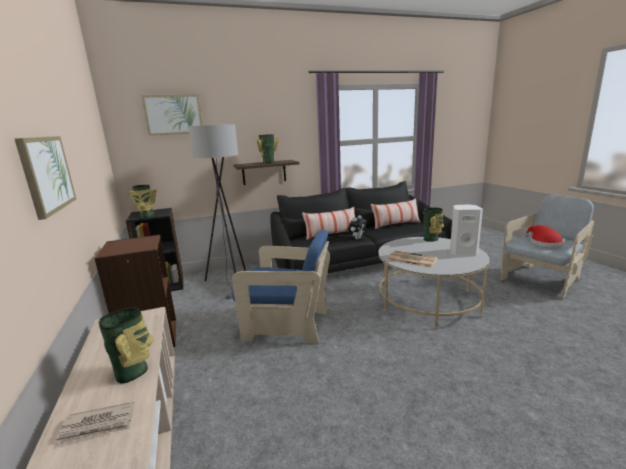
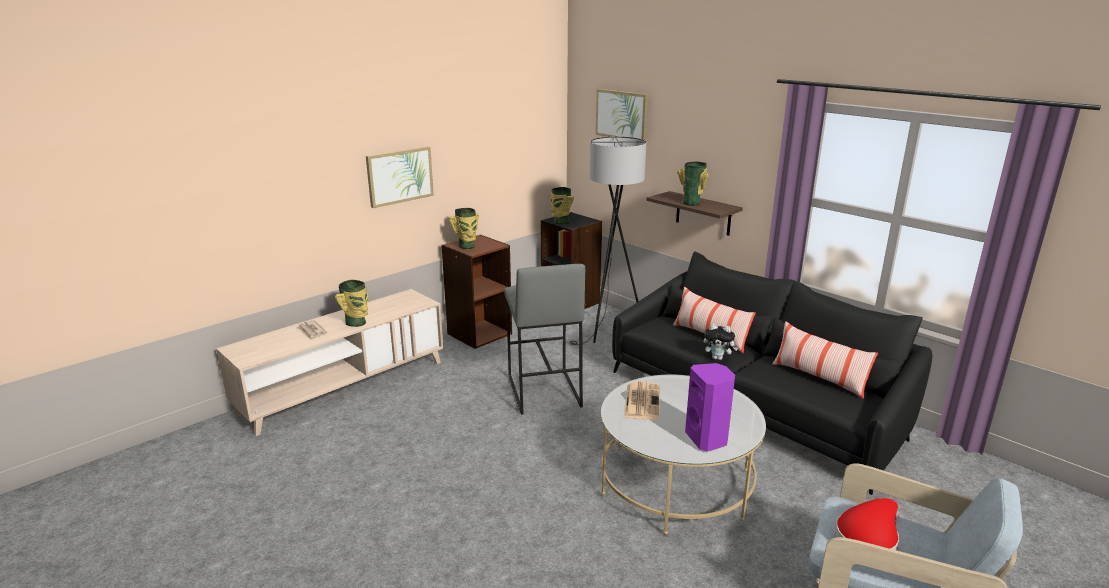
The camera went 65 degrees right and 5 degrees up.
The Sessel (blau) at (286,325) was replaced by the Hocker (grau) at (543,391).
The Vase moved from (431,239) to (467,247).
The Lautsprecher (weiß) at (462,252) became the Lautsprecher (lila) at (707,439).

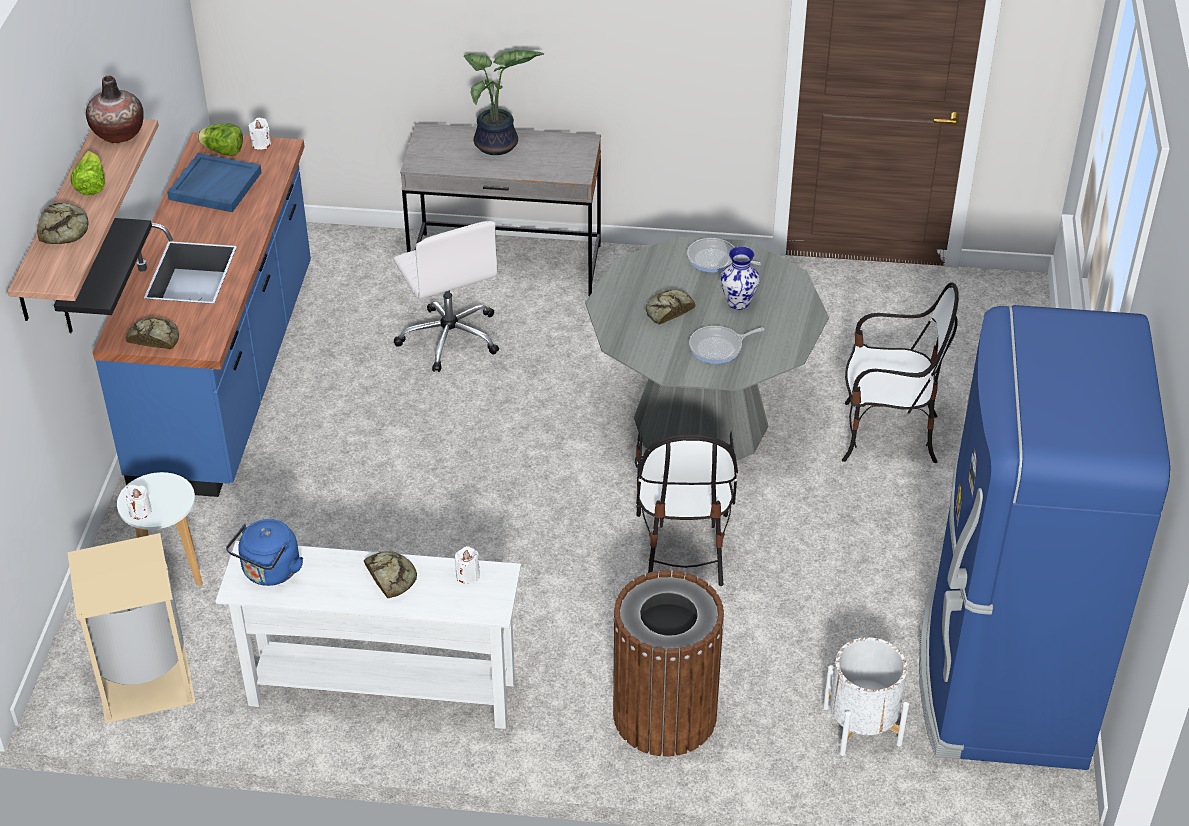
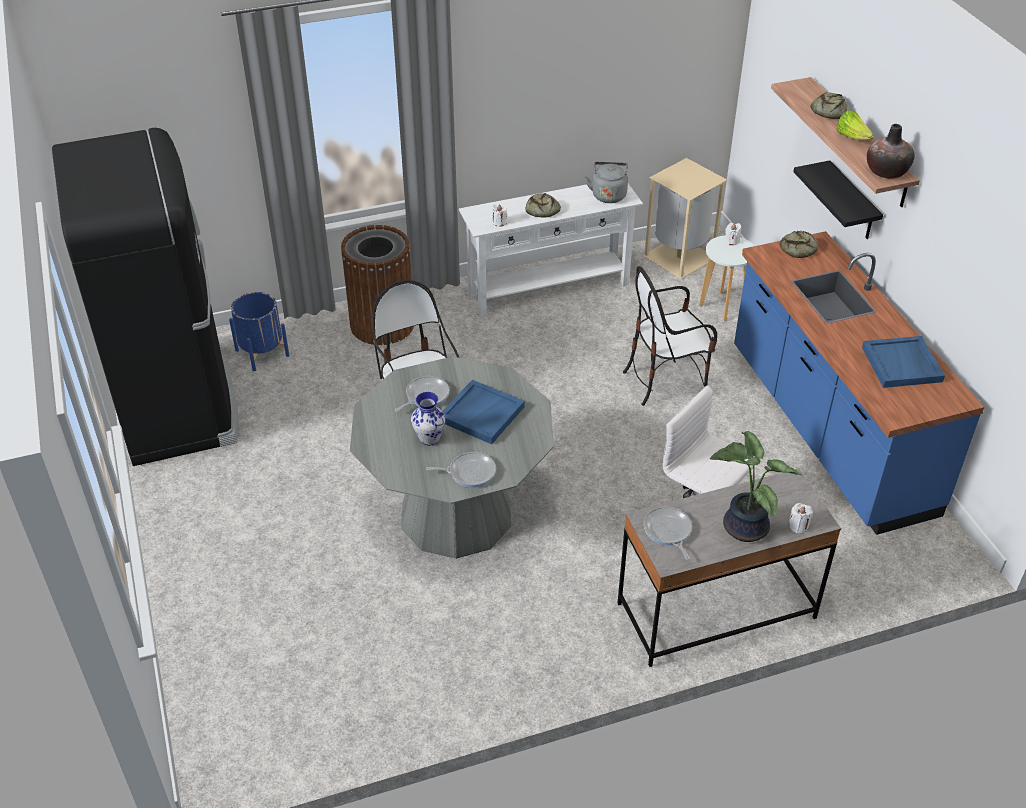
The camera went 155 degrees right and 0 degrees up.
The Salatkopf at (223,151) disappeared.
The Wasserkessel (blau) at (269,572) became the Wasserkessel (grau) at (608,194).
The Kerze (weiß) moved from (261,144) to (798,526).
The Brot at (668,310) was replaced by the Tablett (blau) at (481,413).
The Pflanzkübel (weiß) at (862,726) became the Pflanzkübel (blau) at (262,353).
The Stuhl moved from (887,435) to (666,381).
The Kühlschrank (blau) at (1001,678) became the Kühlschrank (schwarz) at (178,404).
The Pfanne at (668,531) appeared.

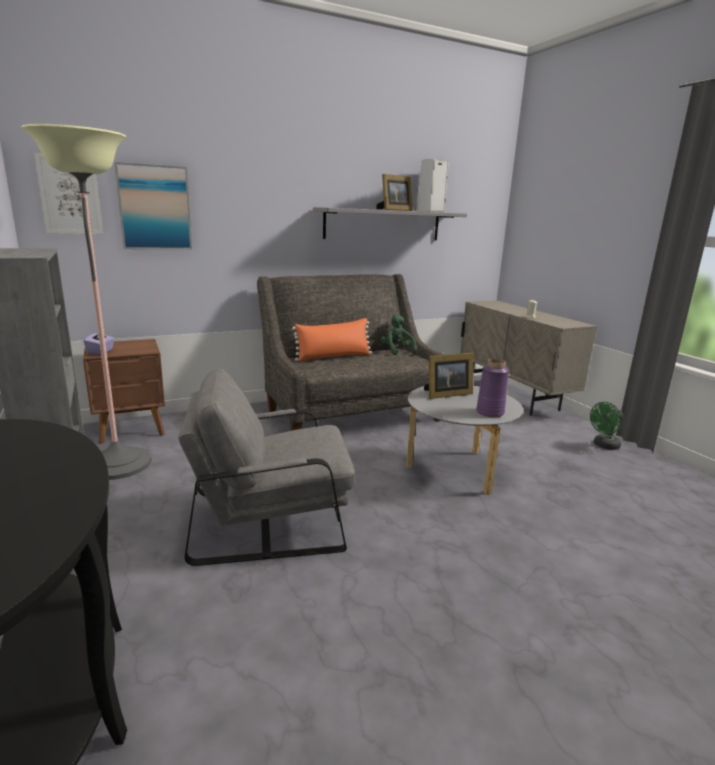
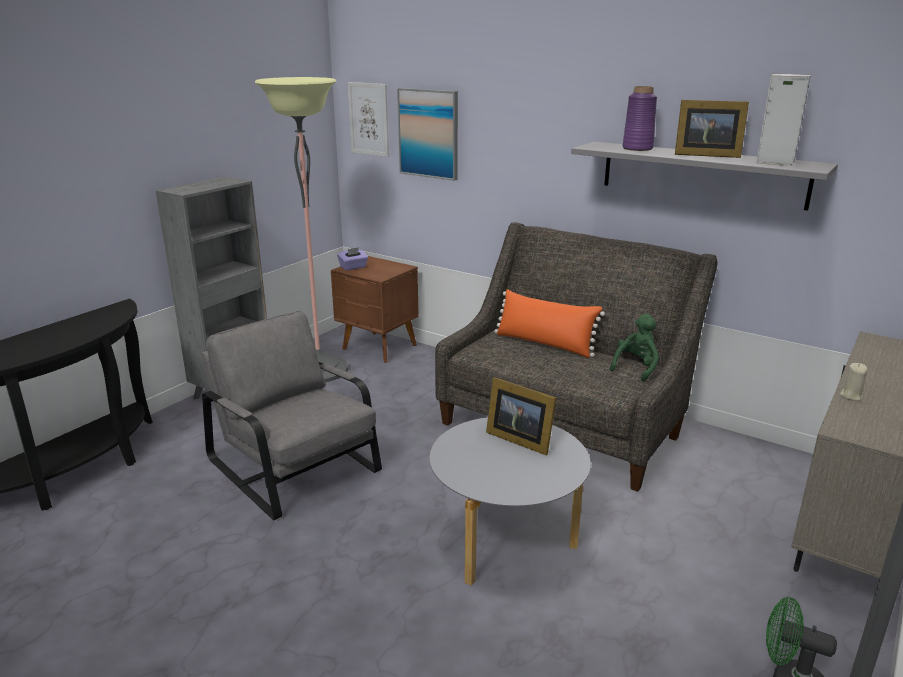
The camera went 60 degrees right and 5 degrees up.
The Vase (lila) moved from (489,412) to (637,148).

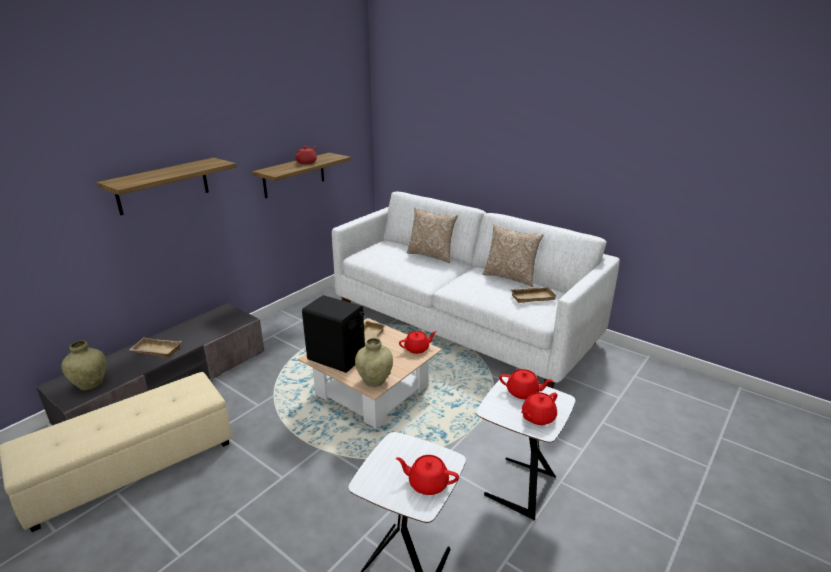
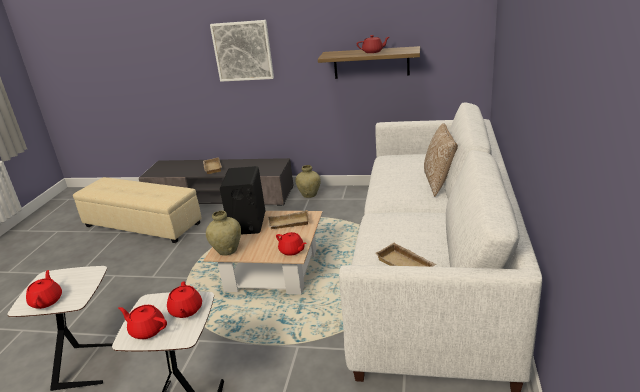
The camera went 65 degrees right and 0 degrees up.
The Vase (beige) moved from (91,384) to (309,195).
The Wandregal at (163,186) was replaced by the Bild at (243,51).
The Kissen at (510,277) disappeared.

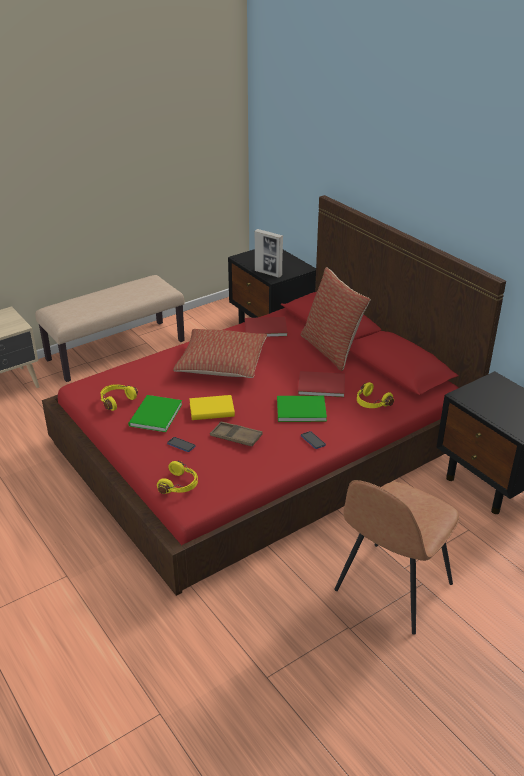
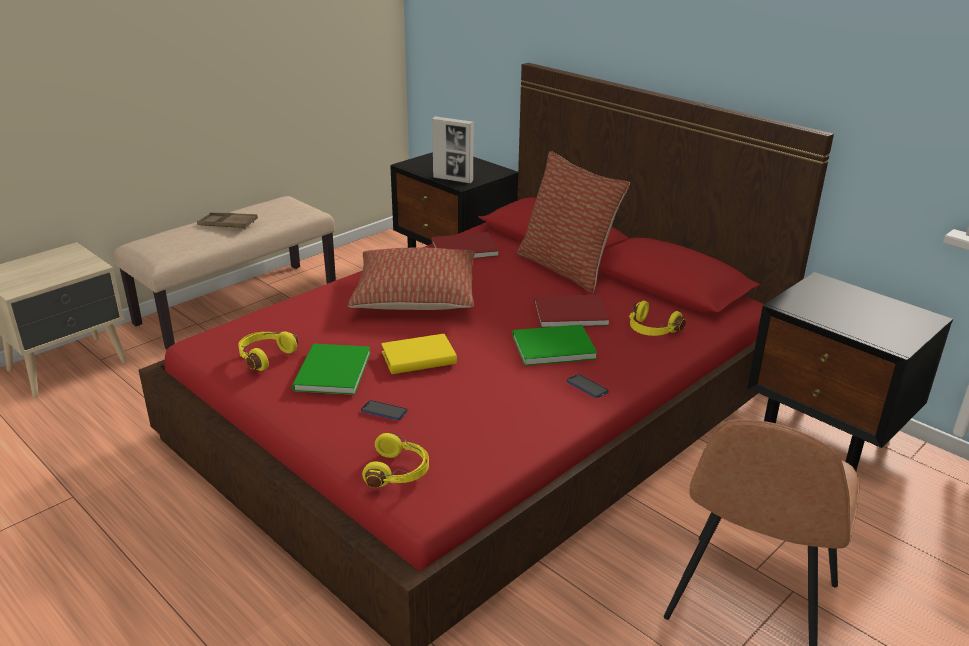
The camera went 10 degrees left and 5 degrees down.
The Tablett (braun) moved from (236,437) to (228,224).

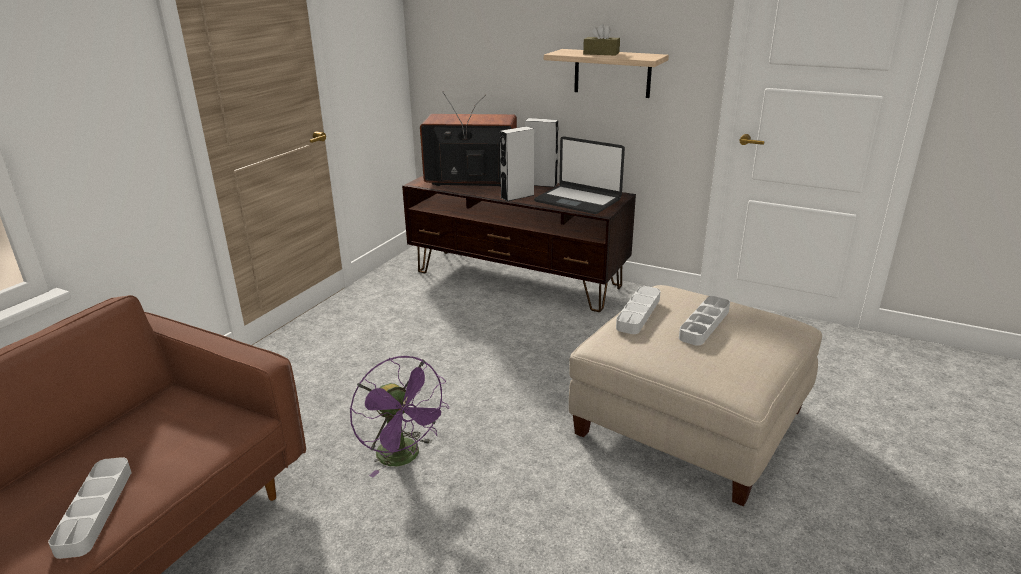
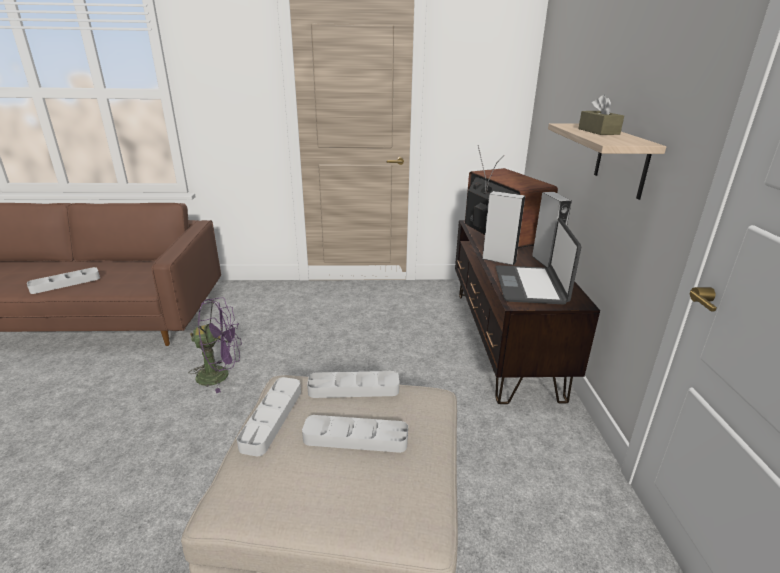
The camera went 60 degrees right and 0 degrees up.
The Ventilator (lila) at (404,457) turned 120 degrees counterclockwise.
The Tablett (grau) at (272,418) appeared.

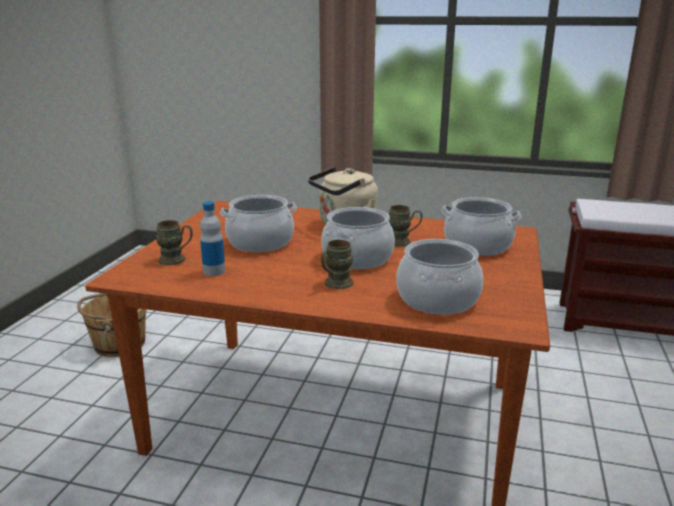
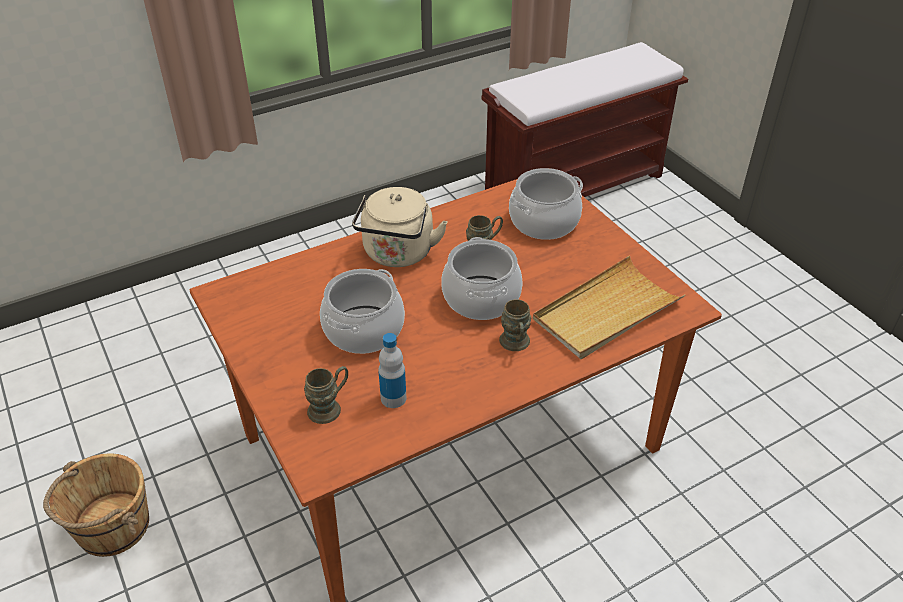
The camera went 45 degrees left and 20 degrees up.
The Kochtopf at (437,299) was replaced by the Tablett (beige) at (606,312).

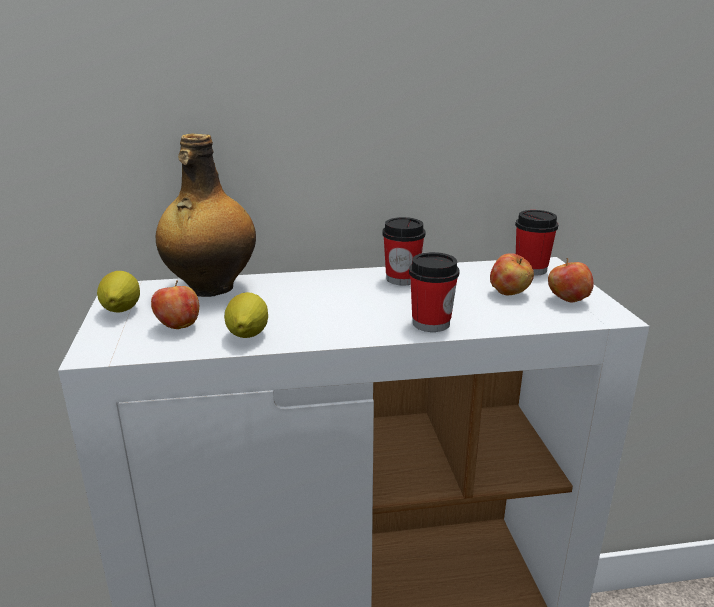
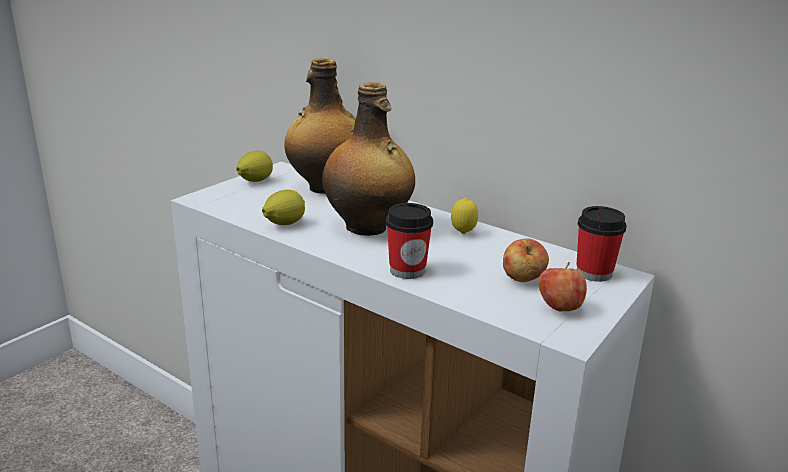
The camera went 45 degrees right and 0 degrees up.
The Apfel at (178,326) disappeared.
The Tasse at (402,279) was replaced by the Zitrone at (463,233).
The Flasche at (367,227) appeared.

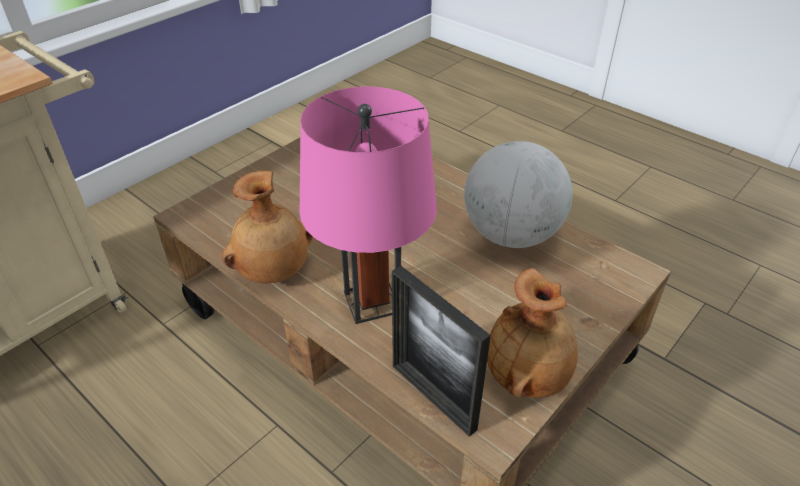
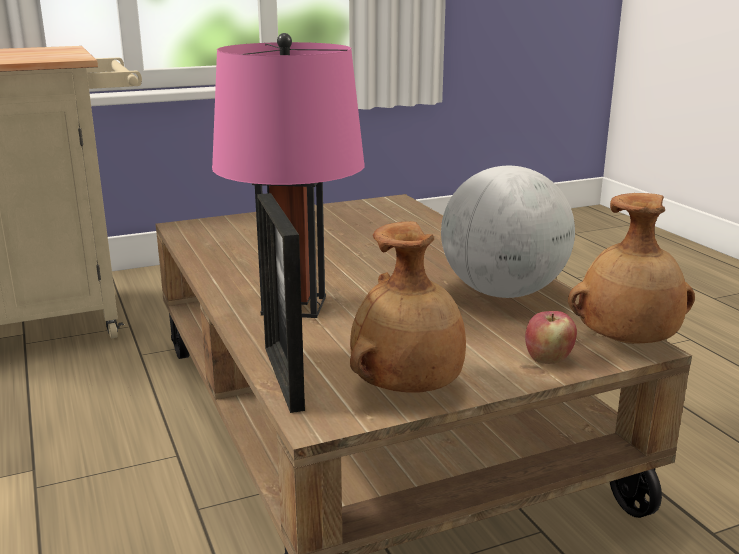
The camera went 25 degrees right and 20 degrees down.
The Vase (braun) moved from (274,271) to (627,343).
The Apfel at (548,359) appeared.

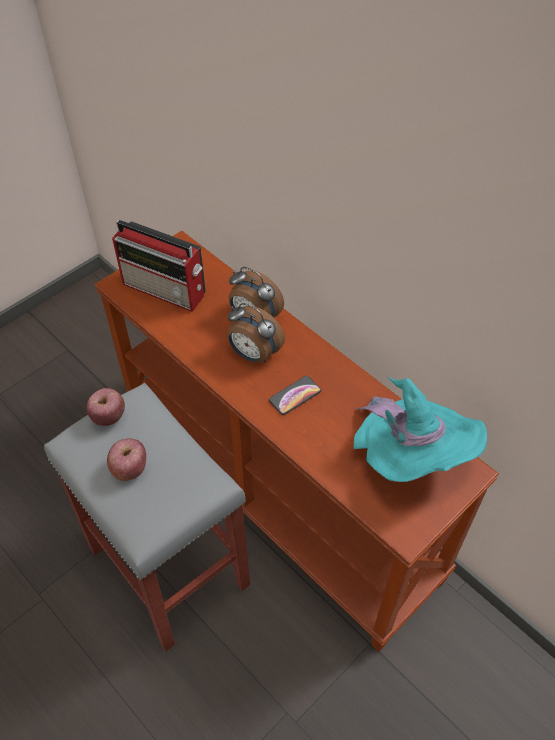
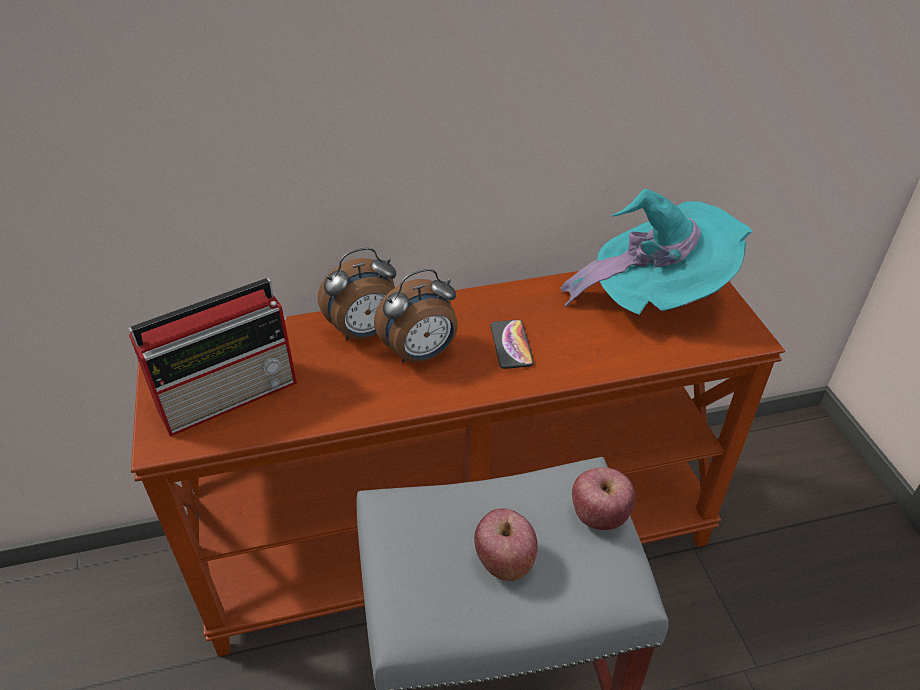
The camera went 60 degrees left and 10 degrees down.
The Apfel moved from (109,417) to (599,515).

